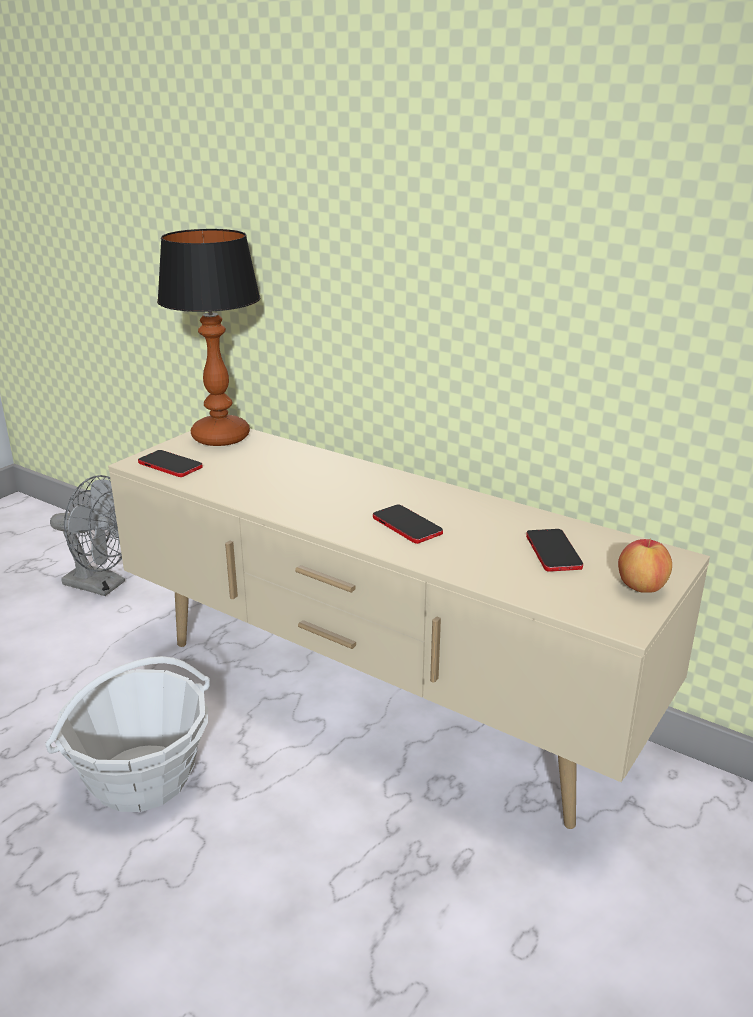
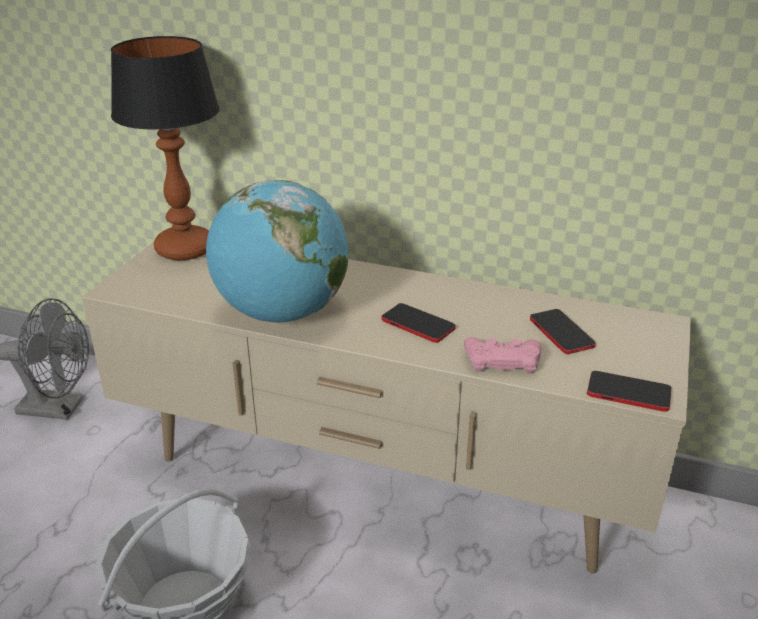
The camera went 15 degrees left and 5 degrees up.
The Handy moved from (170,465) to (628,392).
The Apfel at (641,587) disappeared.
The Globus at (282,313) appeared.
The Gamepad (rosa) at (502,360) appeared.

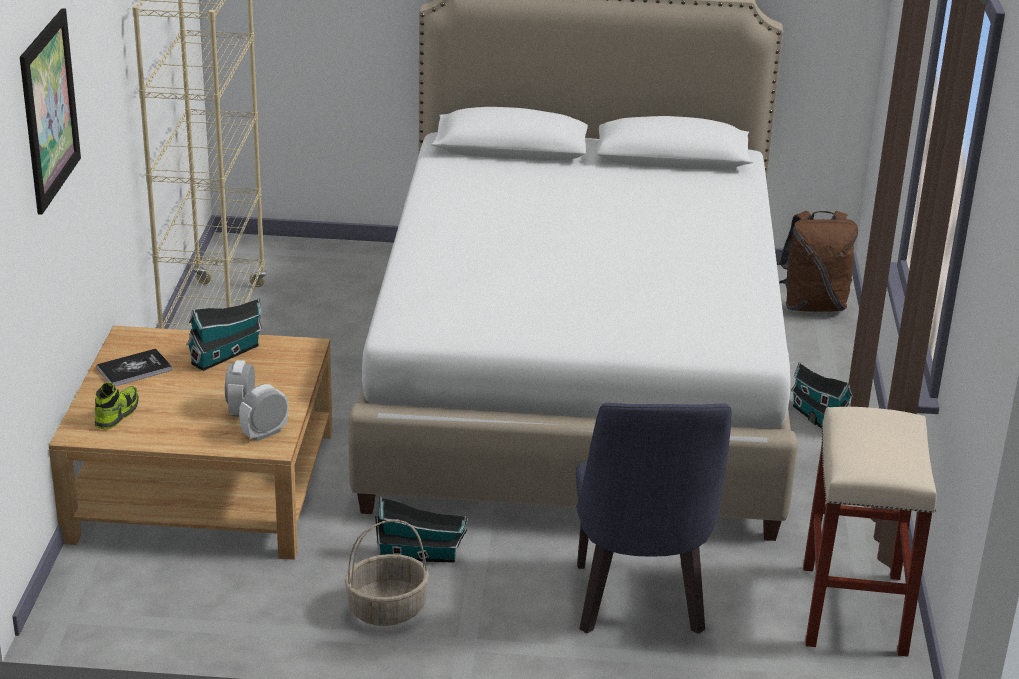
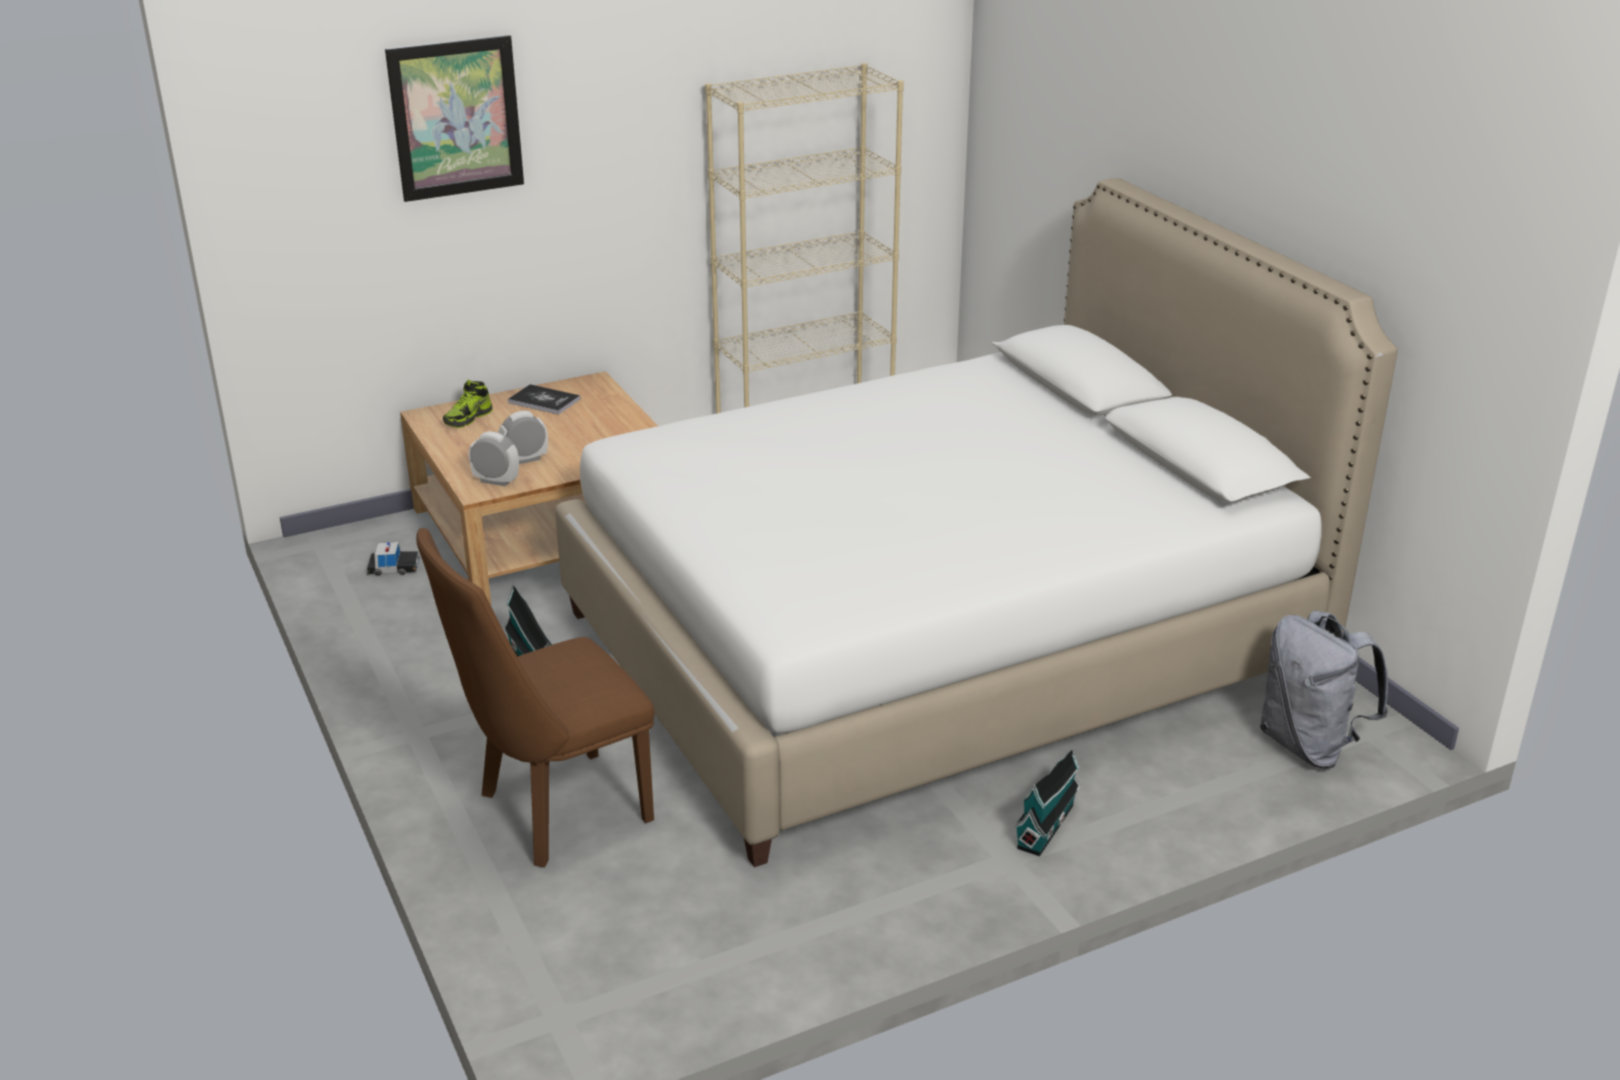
The camera went 60 degrees right and 0 degrees up.
The Schuh at (117,414) turned 135 degrees clockwise.
The Spielzeughaus at (227,354) disappeared.
The Korb at (386,610) disappeared.
The Stuhl (blau) at (639,607) became the Stuhl (braun) at (552,813).
The Rucksack (braun) at (813,305) became the Rucksack (grau) at (1309,746).
The Hocker (beige) at (852,608) disappeared.
The Spielzeugauto at (393,567) appeared.

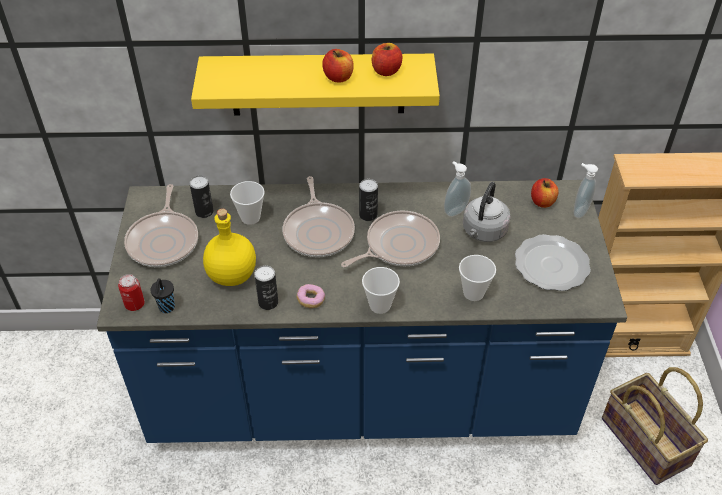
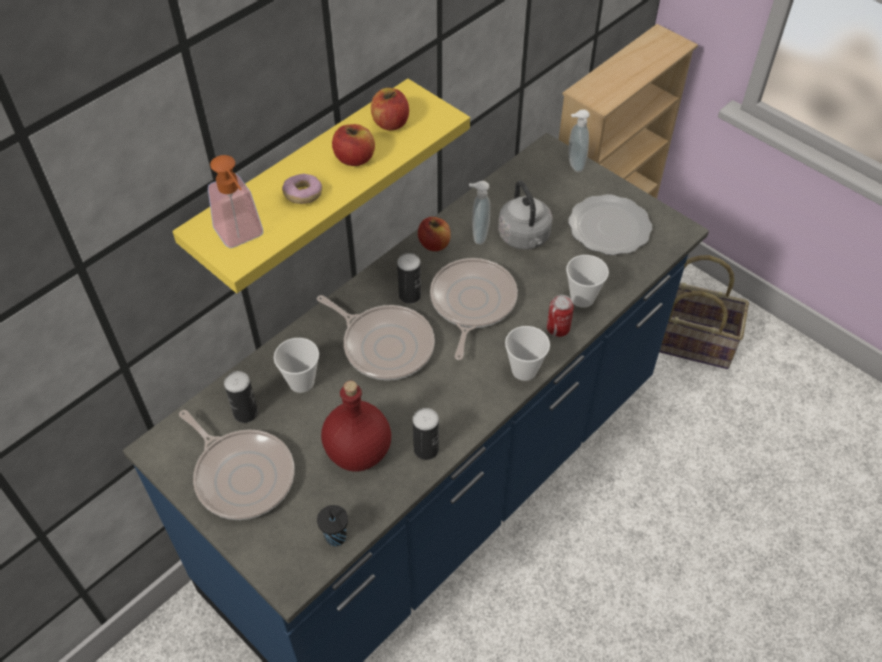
The camera went 45 degrees left and 5 degrees up.
The Dose moved from (134,304) to (558,329).
The Flasche (gelb) at (233,275) became the Flasche (rot) at (359,452).
The Donut moved from (311,300) to (303,195).
The Apfel moved from (542,202) to (434,244).
The Seifenspender at (242,237) appeared.

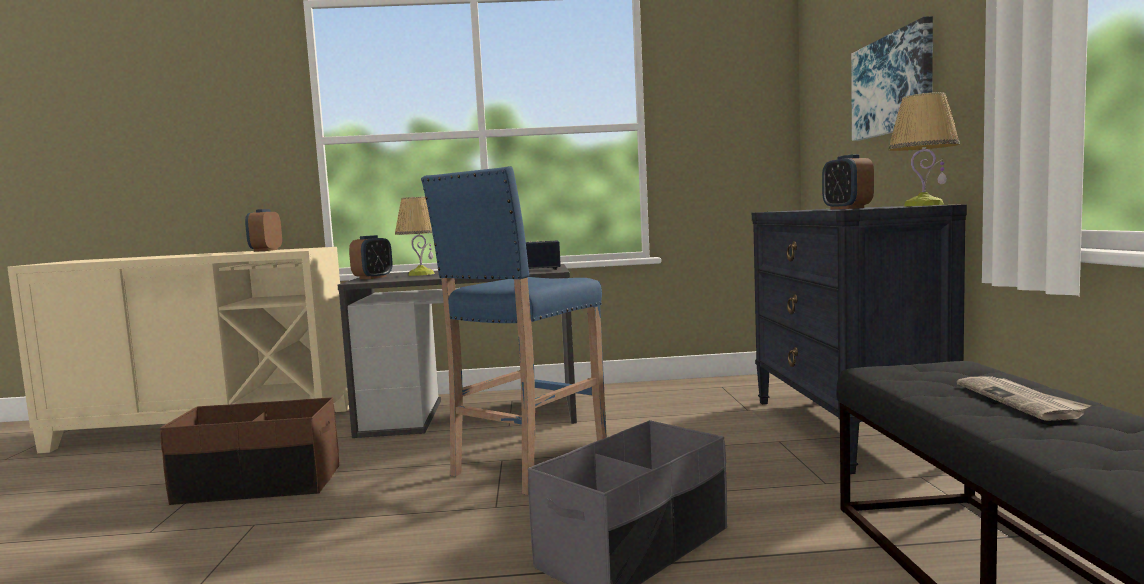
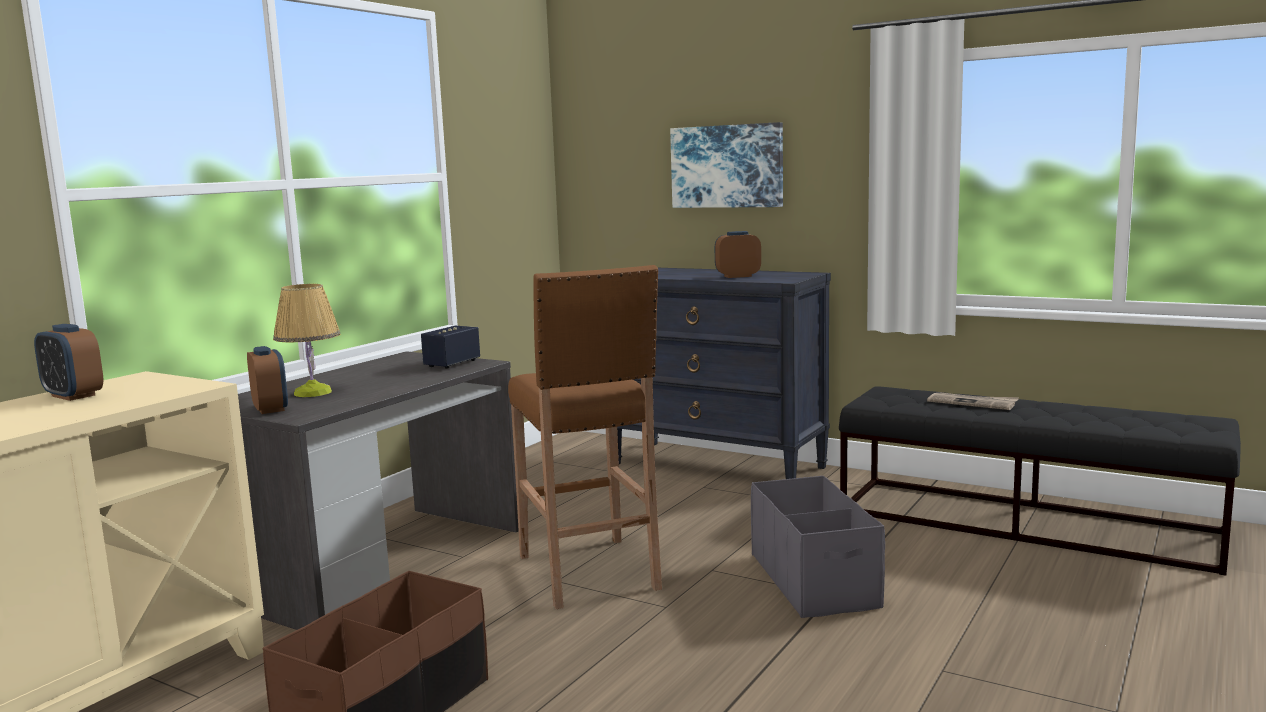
The camera went 55 degrees left and 5 degrees up.
The Hocker (blau) at (528,464) became the Hocker (braun) at (589,573).
The Wecker at (847,208) turned 150 degrees clockwise.
The Tischlampe at (923,205) disappeared.

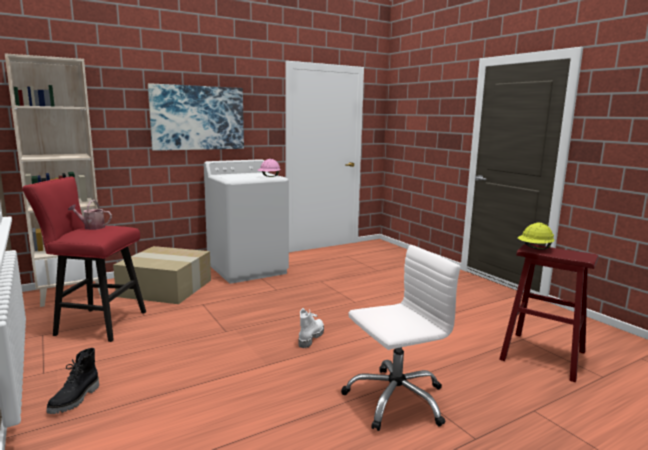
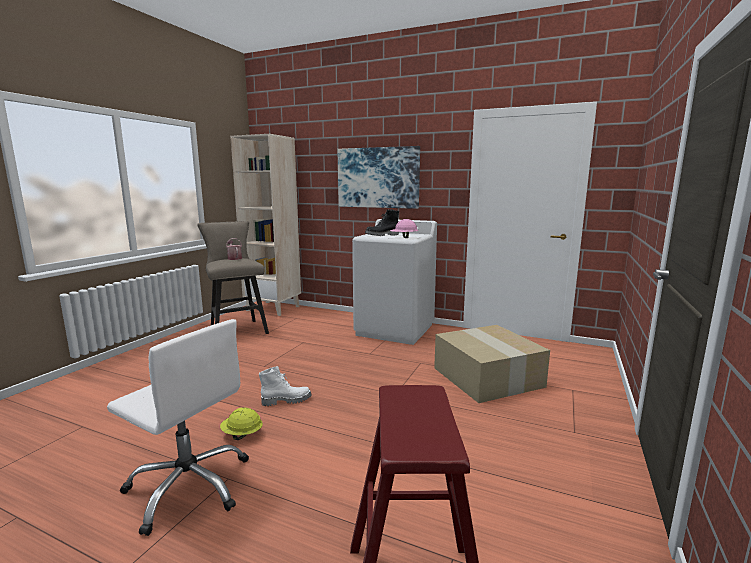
The camera went 55 degrees right and 0 degrees up.
The Hocker (rot) at (95,323) became the Hocker (beige) at (237,329).
The Stiefel (schwarz) moved from (75,400) to (382,235).
The Karton moved from (167,288) to (489,377).
The Schutzhelm (gelb) moved from (535,248) to (242,435).

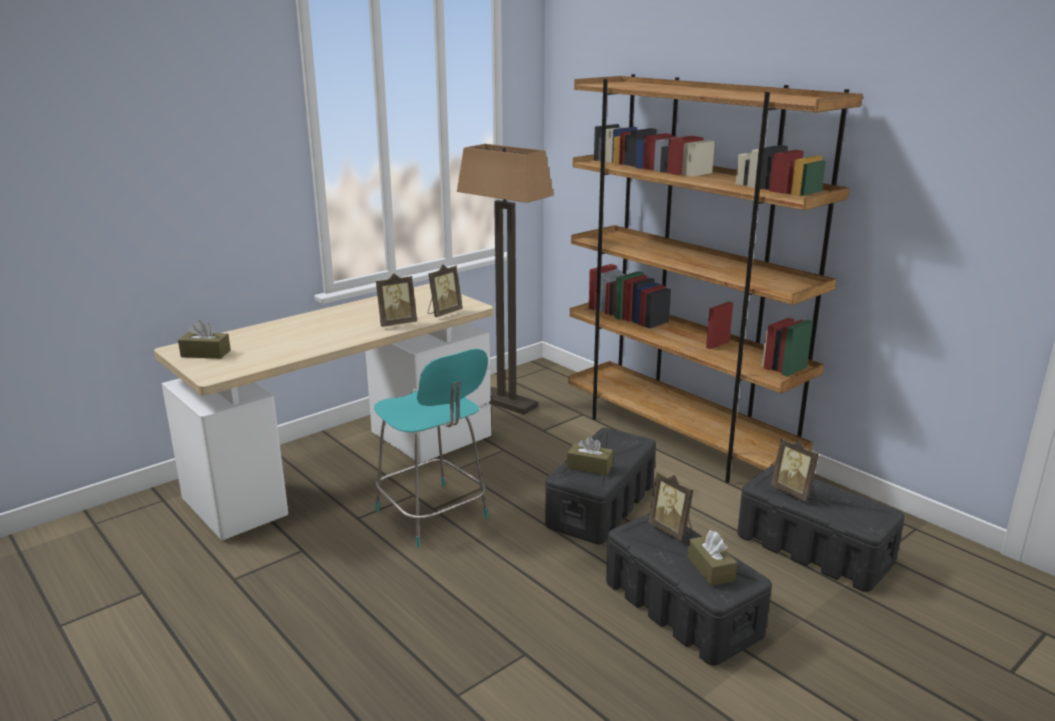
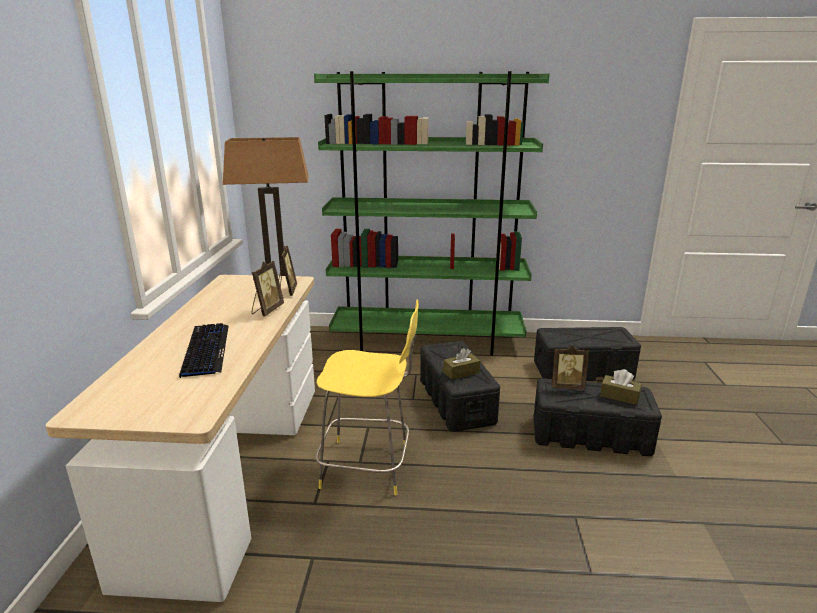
The camera went 45 degrees left and 0 degrees up.
The Taschentuchbox (braun) at (206,353) disappeared.
The Hocker (türkis) at (433,516) became the Hocker (gelb) at (369,467).
The Bücherregal (braun) at (679,437) became the Bücherregal (grün) at (427,341).
The Bilderrahmen at (793,492) disappeared.
The Tastatur at (206,350) appeared.

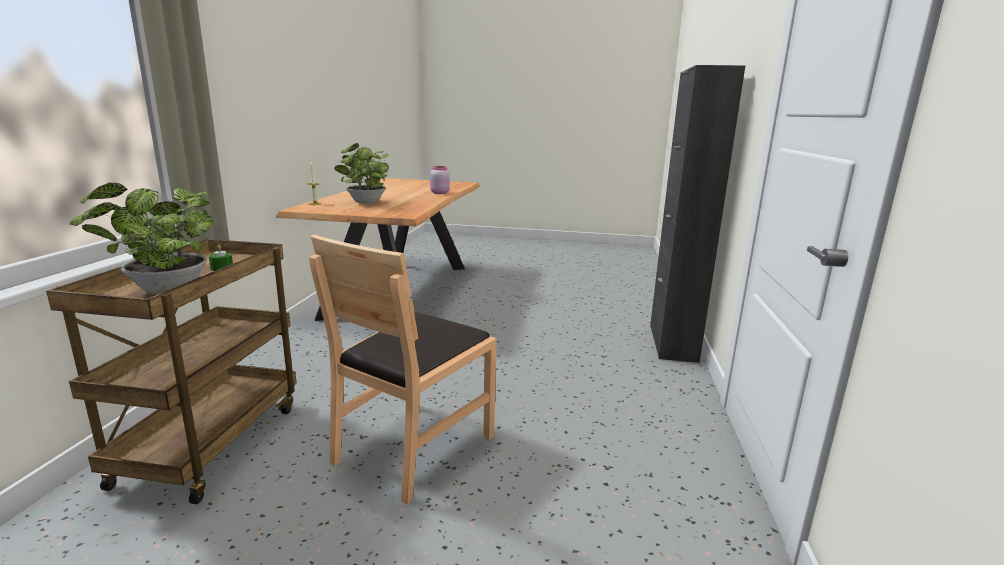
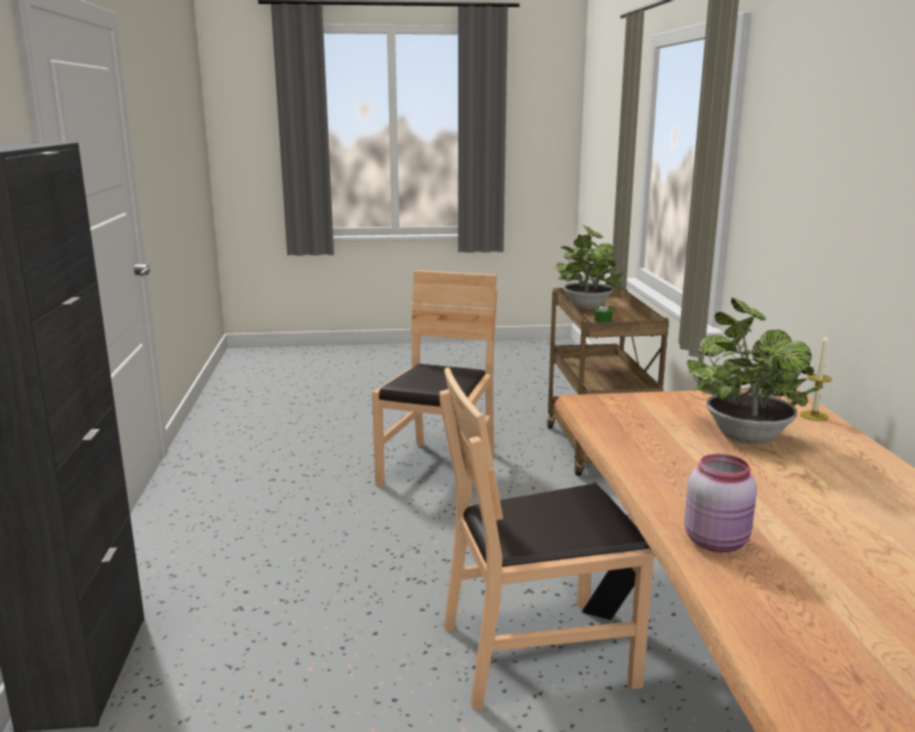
The camera went 165 degrees right and 0 degrees up.
The Stuhl (braun) at (537,652) appeared.

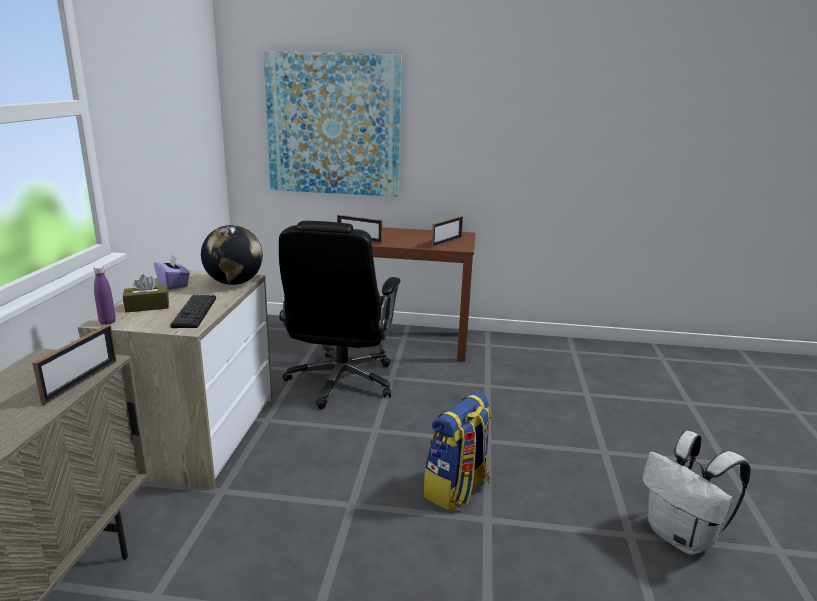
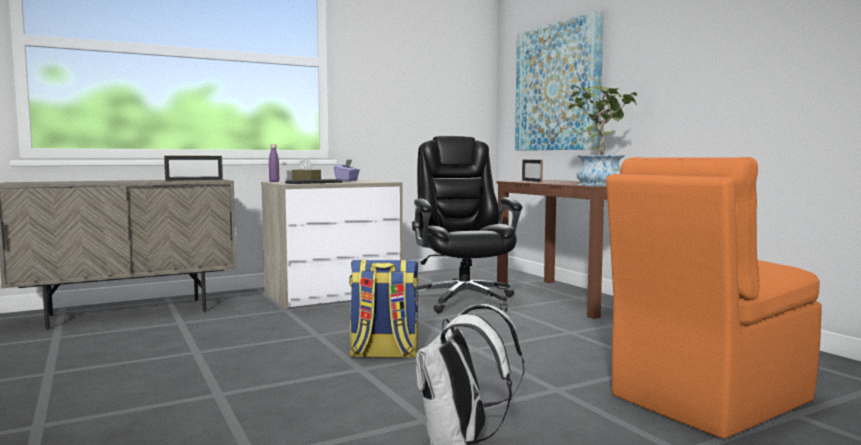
The camera went 55 degrees right and 15 degrees down.
The Globus at (234,283) disappeared.
The Bürostuhl (schwarz) at (341,382) turned 105 degrees clockwise.
The Bilderrahmen at (447,242) was replaced by the Topfpflanze at (599,184).
The Stuhl (orange) at (707,399) appeared.

